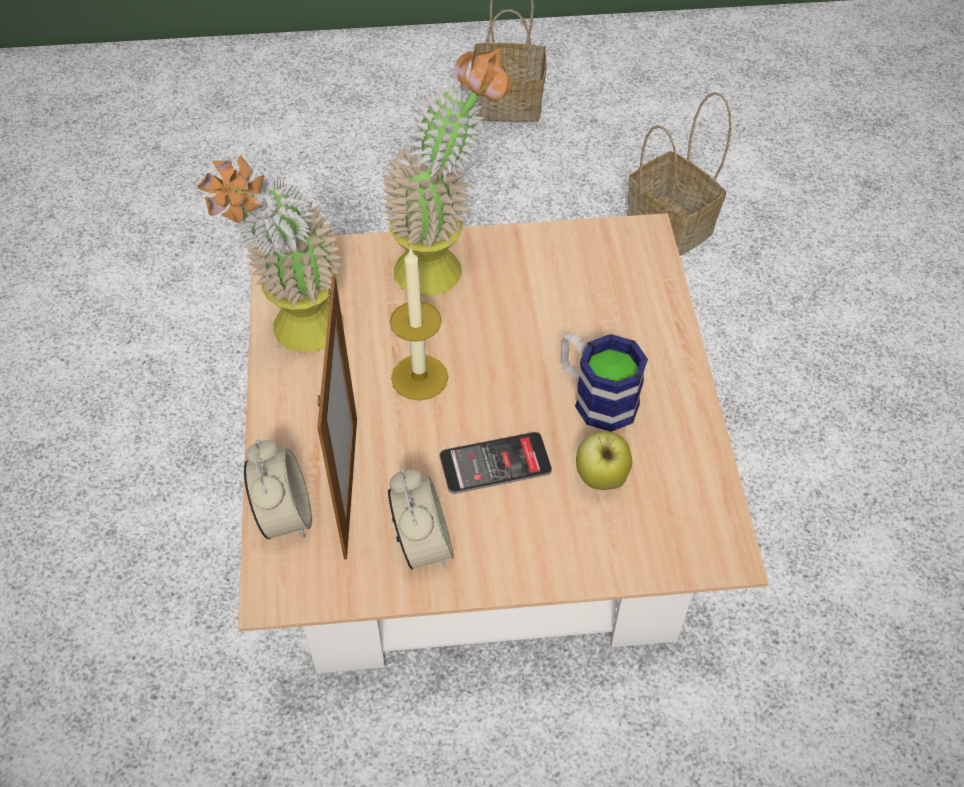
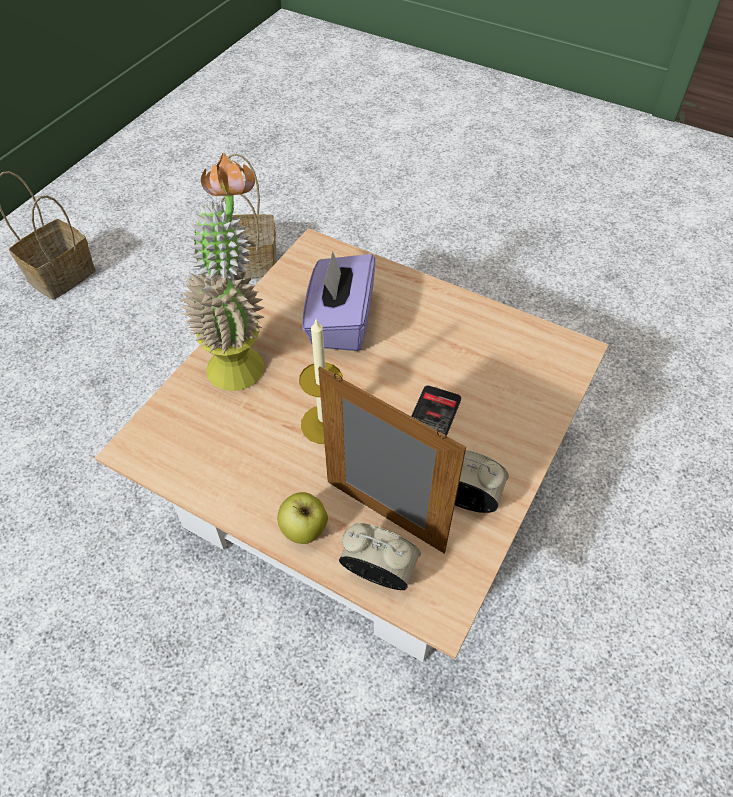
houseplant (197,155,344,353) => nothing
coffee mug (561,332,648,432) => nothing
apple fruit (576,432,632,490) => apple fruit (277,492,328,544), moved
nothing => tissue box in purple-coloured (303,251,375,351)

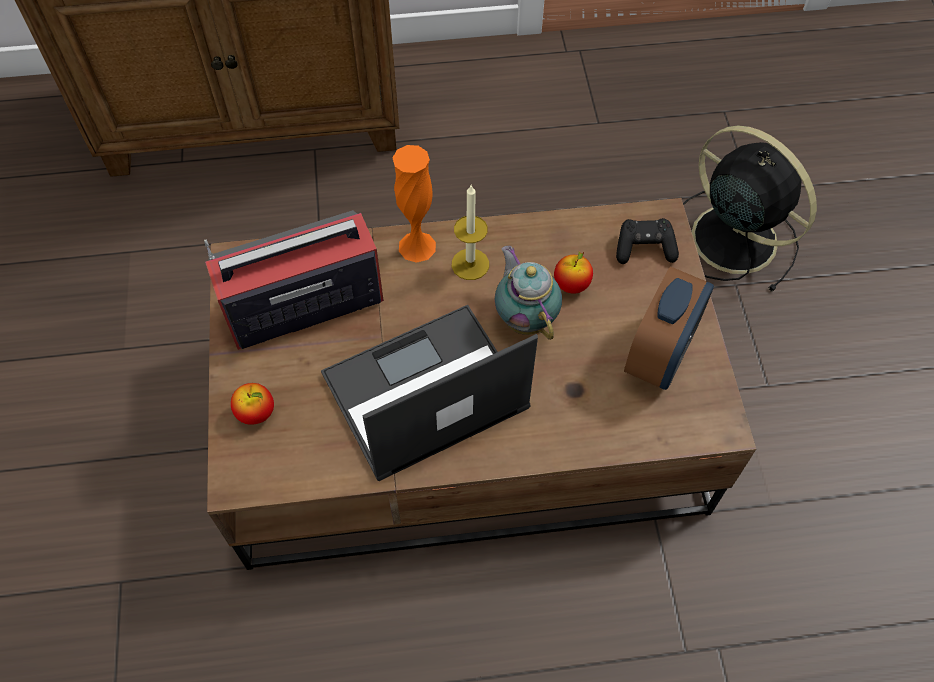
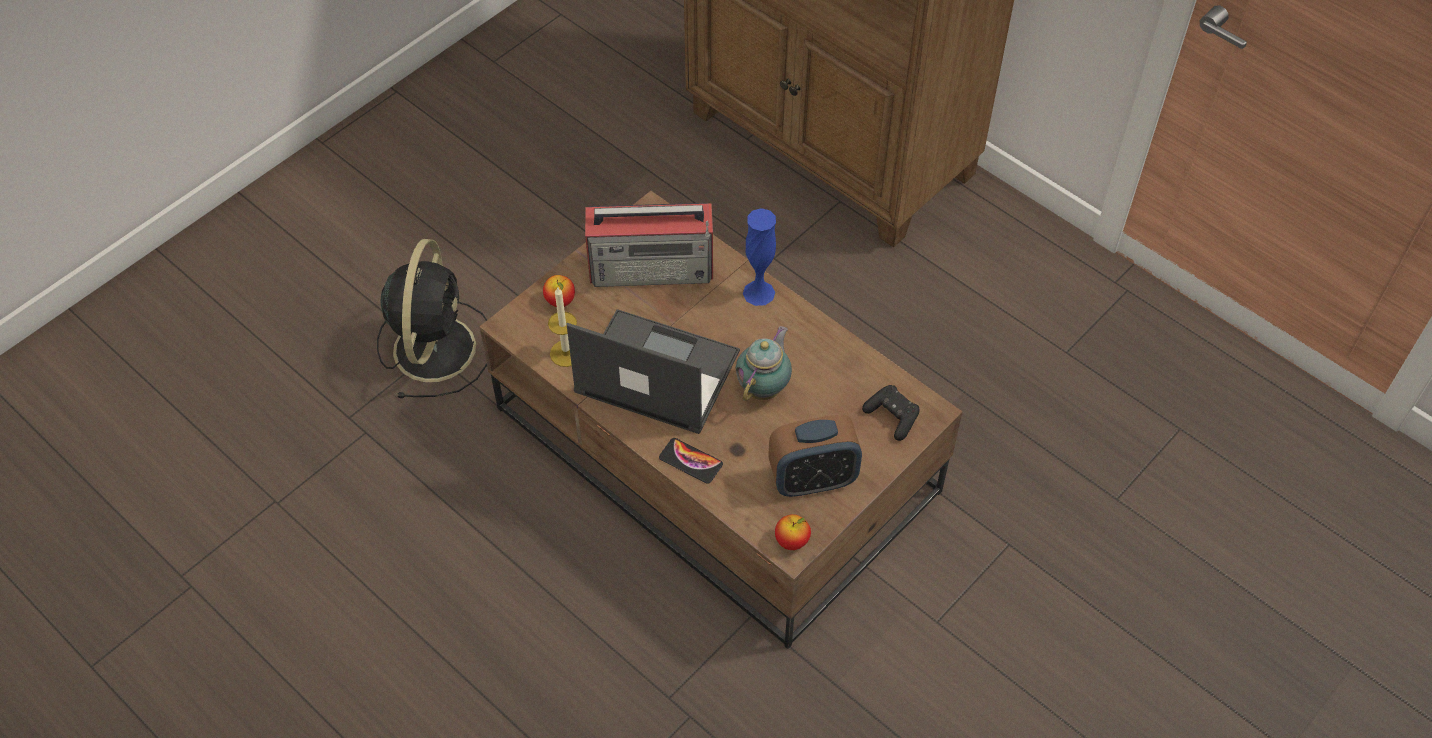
electric fan in black-coloured (683,126,817,292) => electric fan in black-coloured (377,239,487,398), moved
vase in orange-coloured (393,145,436,263) => vase in blue (743,208,776,306)
wax light (452,184,489,280) => wax light (548,288,577,367), moved
radio set (204,210,384,350) => radio set (585,203,713,287), 150 degrees clockwise
apple fruit (554,252,593,294) => apple fruit (775,514,811,550), moved
nothing => telephone (659,438,723,484)

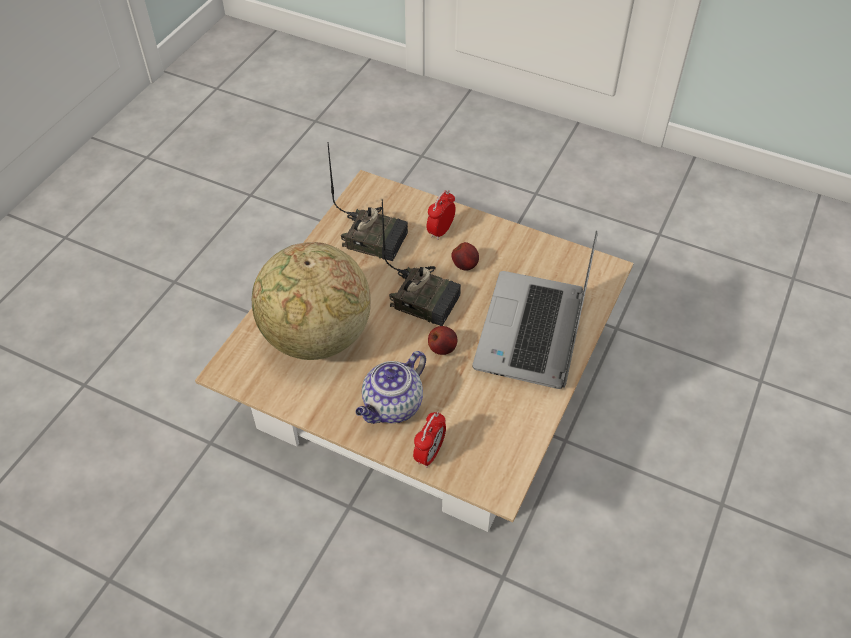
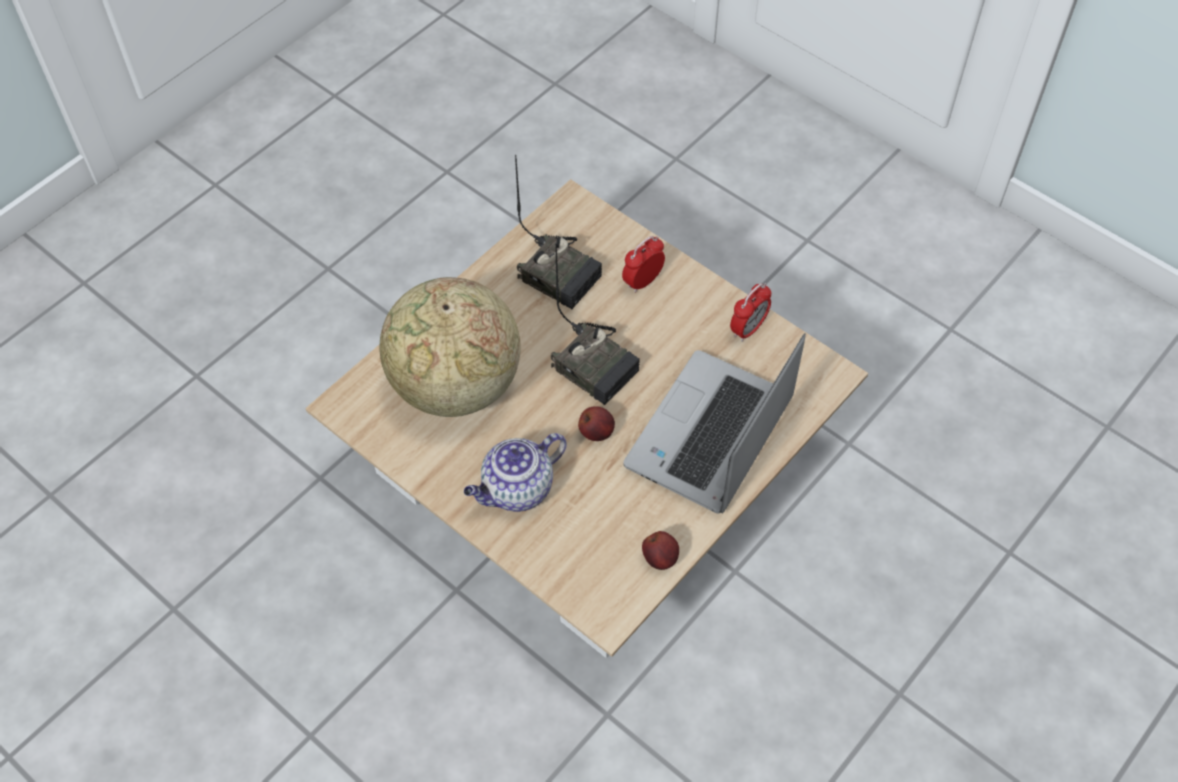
apple fruit (451,242,479,271) => apple fruit (642,531,679,570), moved
bedside clock (413,411,446,468) => bedside clock (730,283,771,342), moved

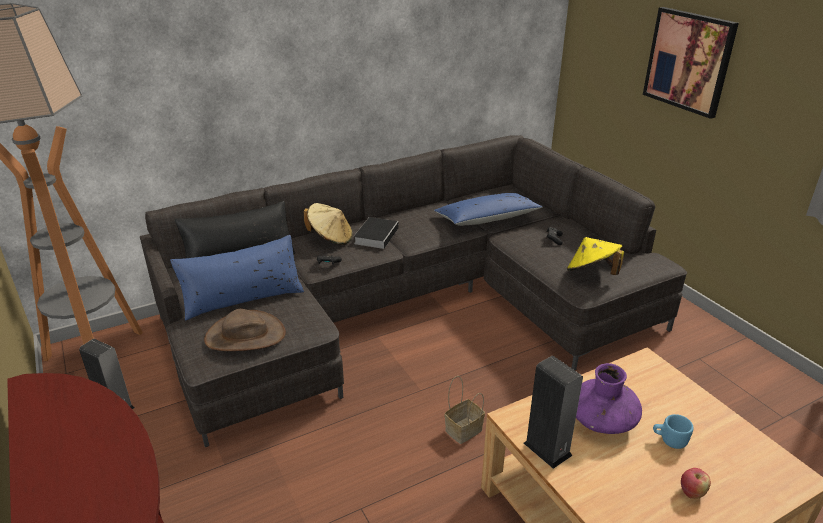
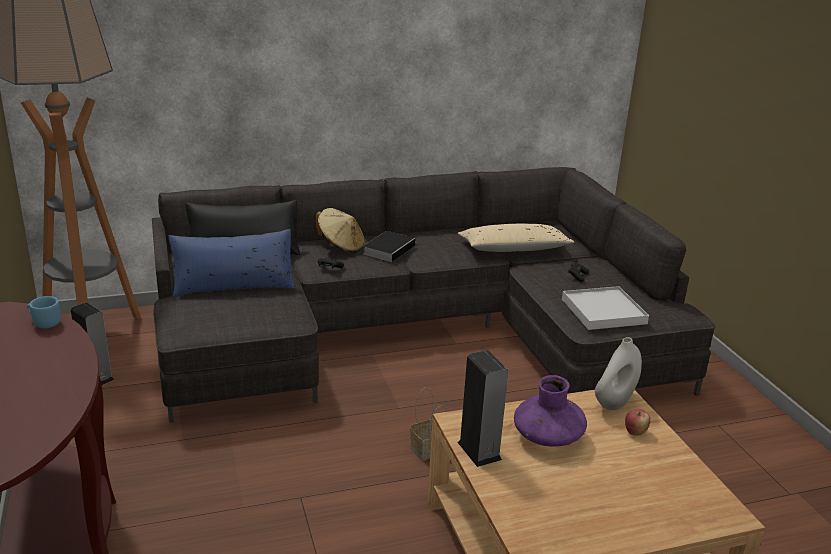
wall art (643,7,739,119) => nothing
pillow in blue (434,193,543,226) => pillow in beige (458,224,574,252)
wearable hat in yellow-coloured (567,237,624,275) => tray in white (562,286,649,330)
wearable hat in brown-coloured (204,309,286,351) => nothing
coffee mug in blue (653,414,694,449) => coffee mug in blue (27,296,61,328), moved
apple fruit (681,468,711,499) => apple fruit (625,409,651,436), moved
nothing => vase in white (595,337,642,410)

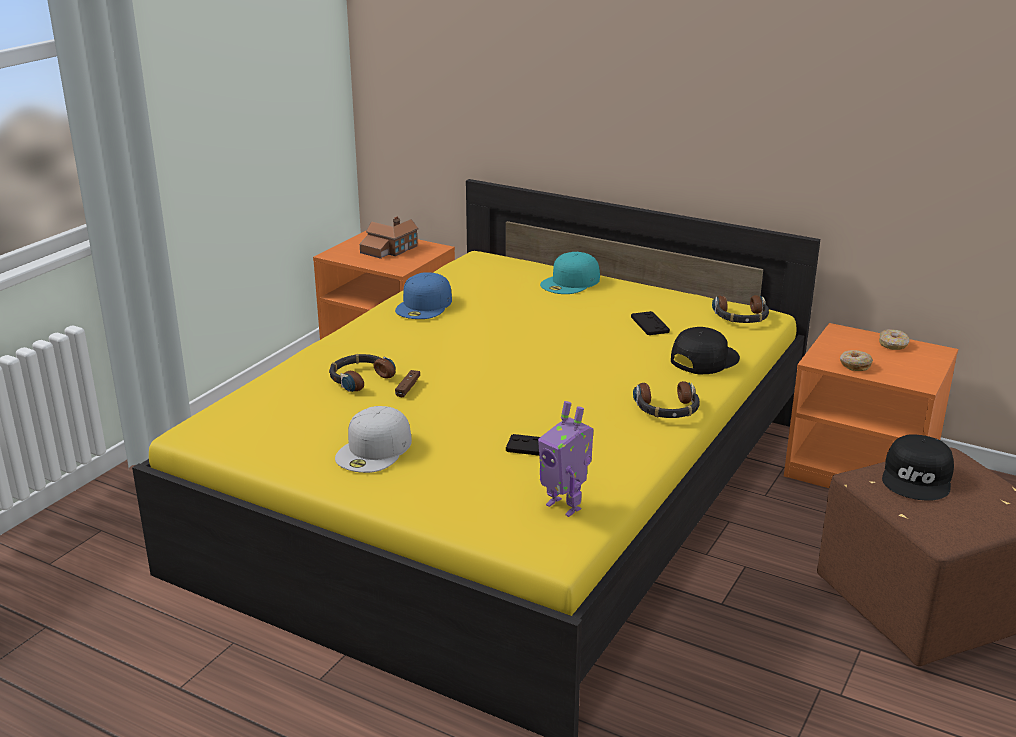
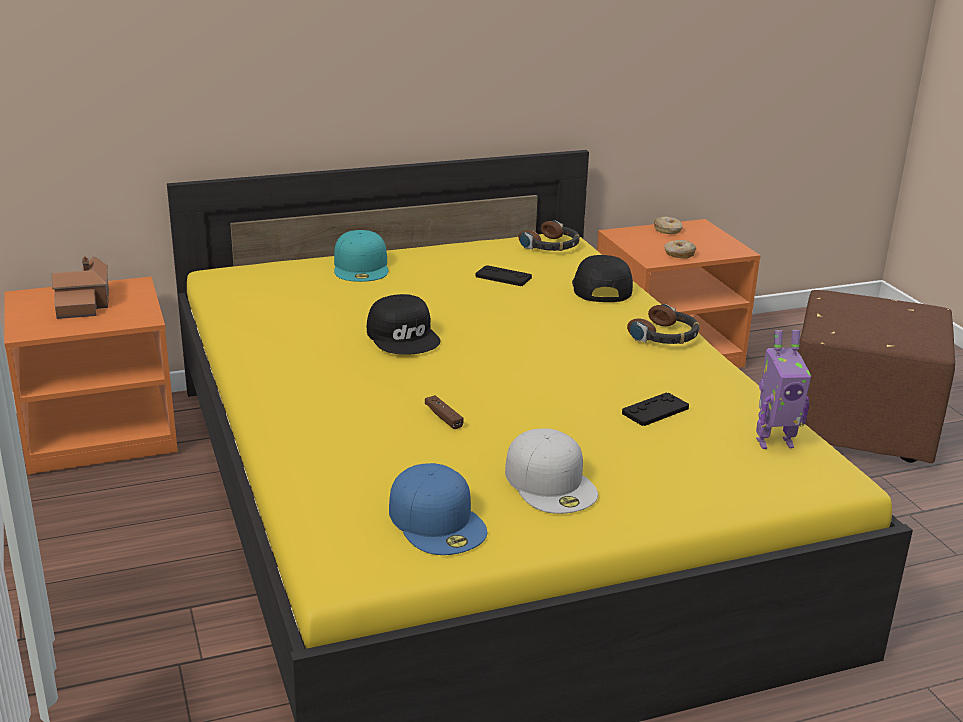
baseball cap in blue (395,272,452,319) => baseball cap in blue (389,463,487,555), moved
headphones (329,354,395,392) => nothing
baseball cap in black-coloured (882,434,954,501) => baseball cap in black-coloured (367,294,440,355), moved

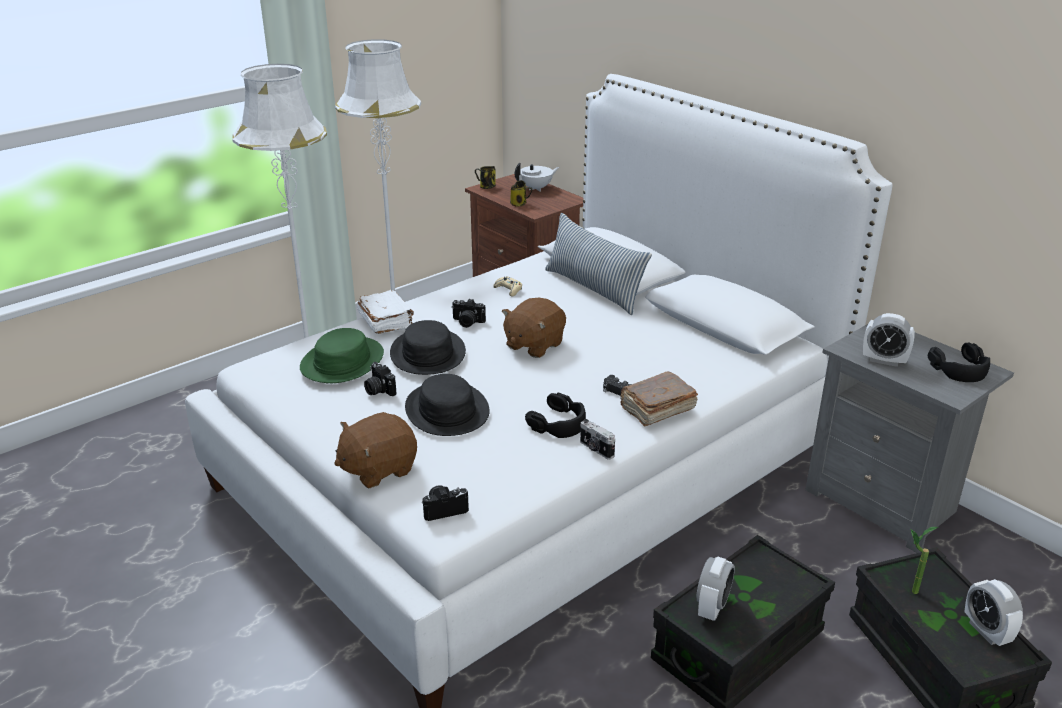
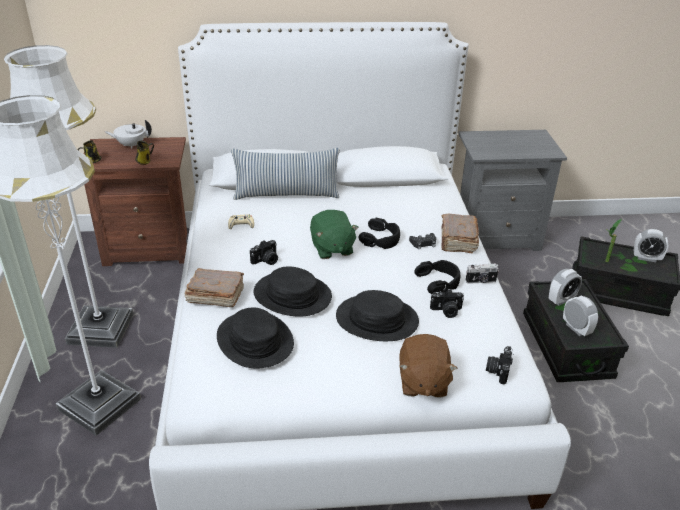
tea pot in white (515,163,559,192) => tea pot in white (105,120,152,149), 105 degrees counterclockwise
bound book in white (357,290,414,334) => bound book in brown-coloured (184,268,244,307)
plush toy in brown-coloured (502,298,566,358) => plush toy in green-coloured (310,210,359,259)
bedside clock (863,313,915,367) => bedside clock (549,269,582,306), moved
wearable hat in green-coloured (300,328,384,383) => wearable hat in black-coloured (217,308,294,369)
headphones in black-coloured (928,342,990,382) => headphones in black-coloured (359,218,400,249), moved
still camera (364,362,396,396) => still camera (430,289,464,318), moved

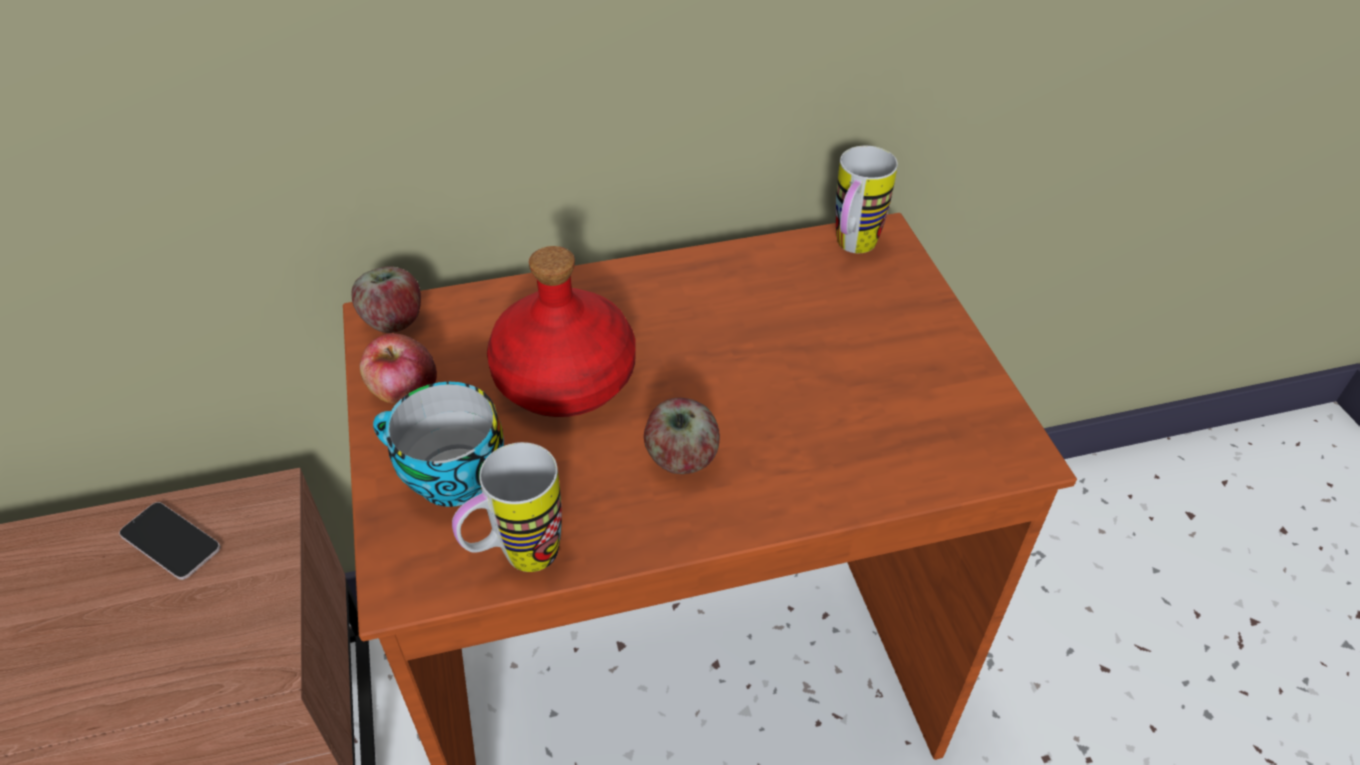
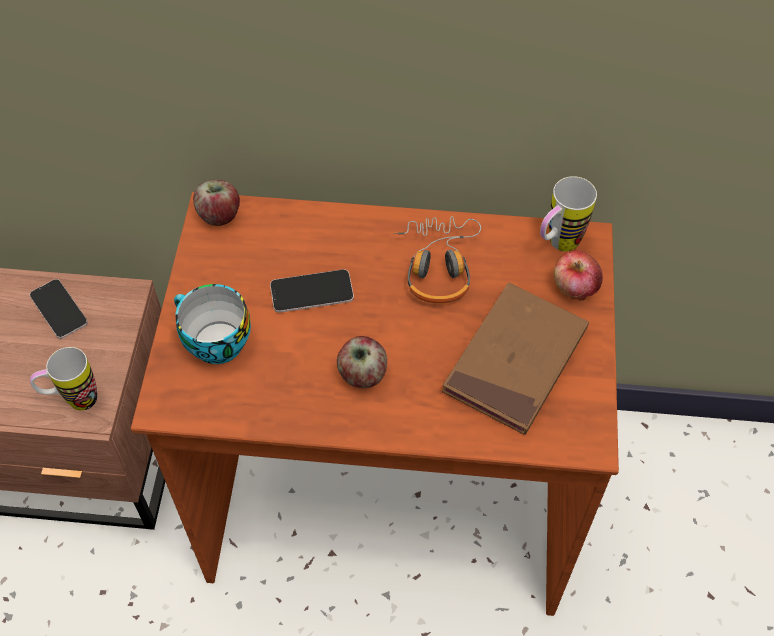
bottle in red (487,246,636,417) => telephone (270,269,354,313)
apple fruit (360,333,437,405) => apple fruit (554,250,603,302), moved
coffee mug (452,442,562,572) => coffee mug (30,347,97,411), moved
nothing => headphones (394,216,481,303)
nothing => bound book in brown-coloured (442,283,589,435)

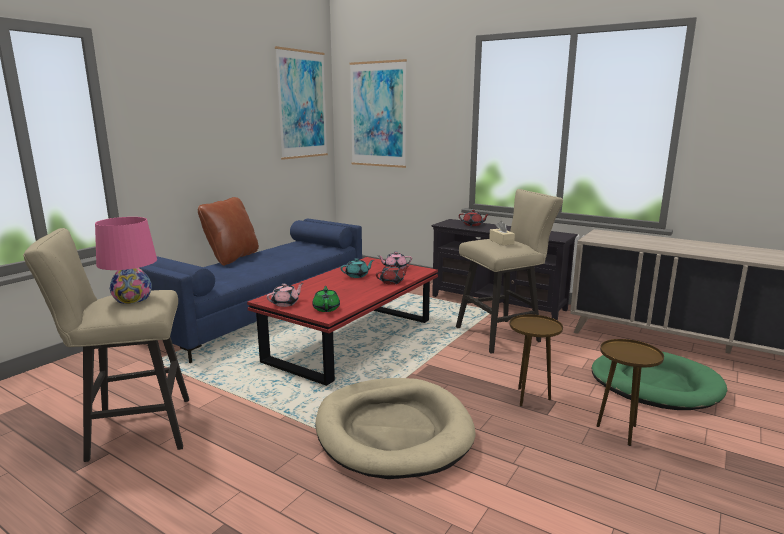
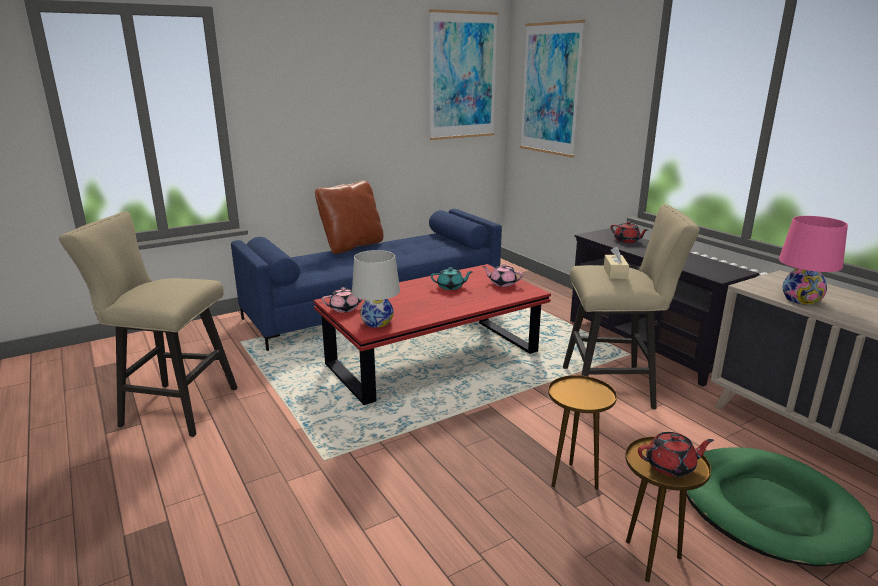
table lamp in pink-coloured (95,217,157,304) => table lamp in pink-coloured (779,216,848,305), moved
tea pot in red (376,264,409,285) => tea pot in red (638,432,714,477), moved
tea pot in green-coloured (312,286,340,312) => table lamp in white (352,250,400,328)
dog cushion in beige (315,378,476,479) => nothing

